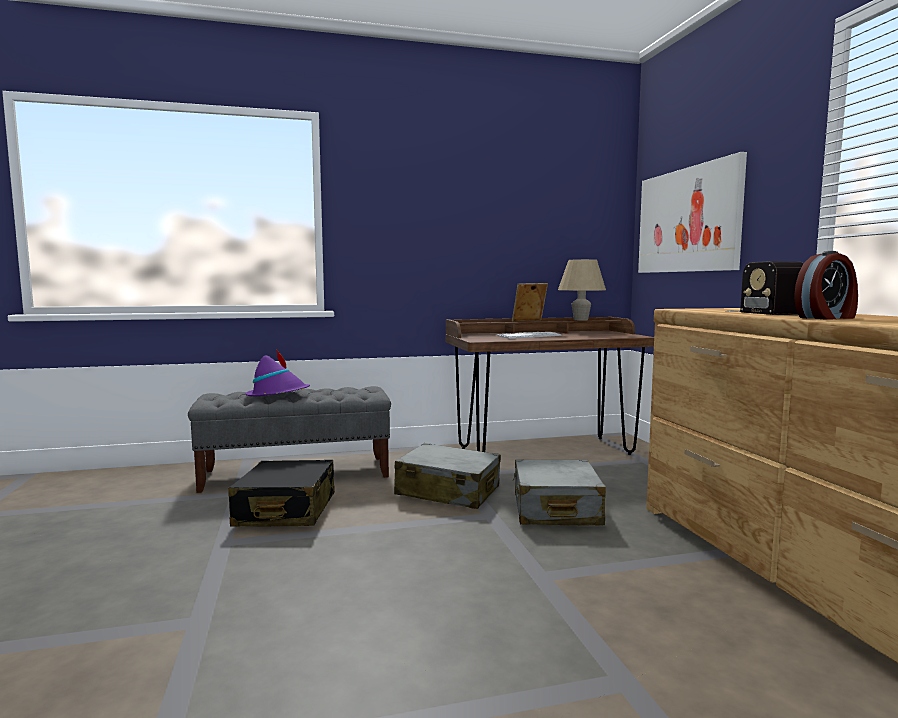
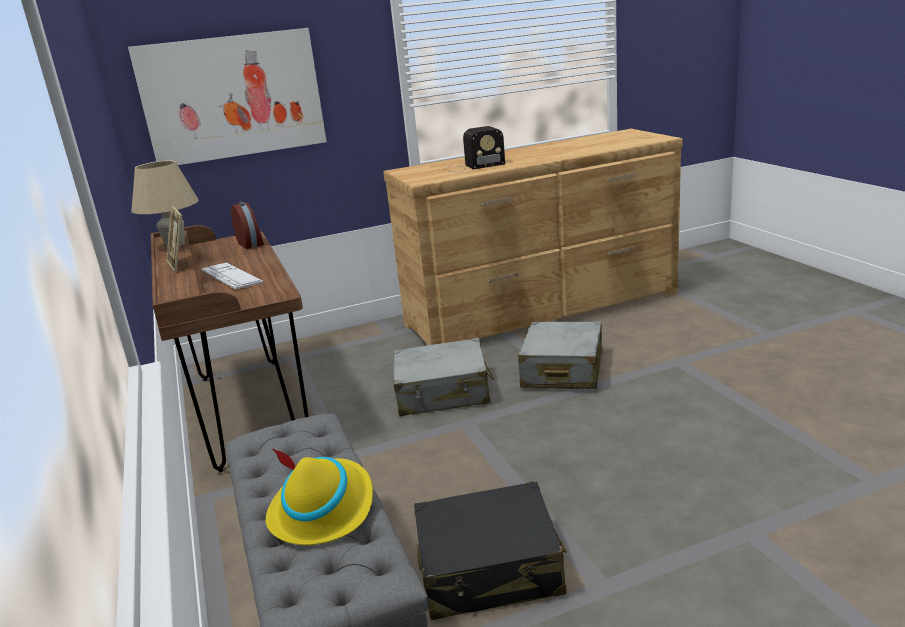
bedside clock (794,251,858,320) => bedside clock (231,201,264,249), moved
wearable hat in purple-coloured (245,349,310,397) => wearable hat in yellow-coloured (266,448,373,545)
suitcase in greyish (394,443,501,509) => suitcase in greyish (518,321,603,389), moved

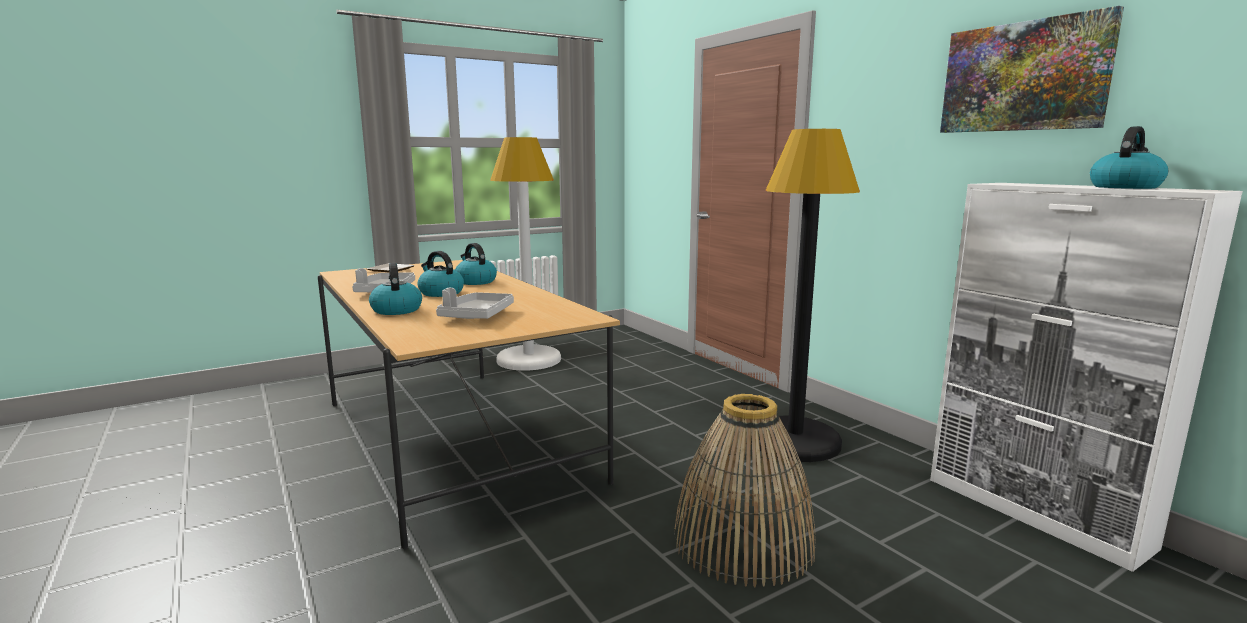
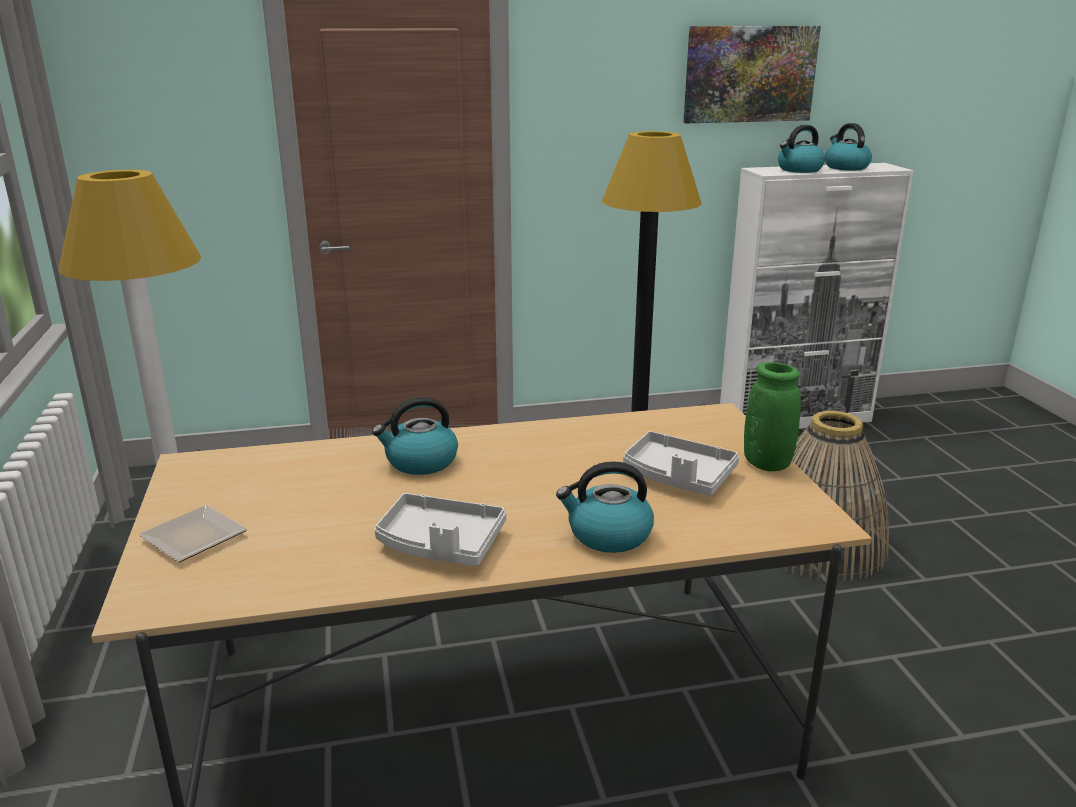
kettle (418,251,464,297) => kettle (778,125,825,173), moved
nothing => vase in green-coloured (744,362,801,471)

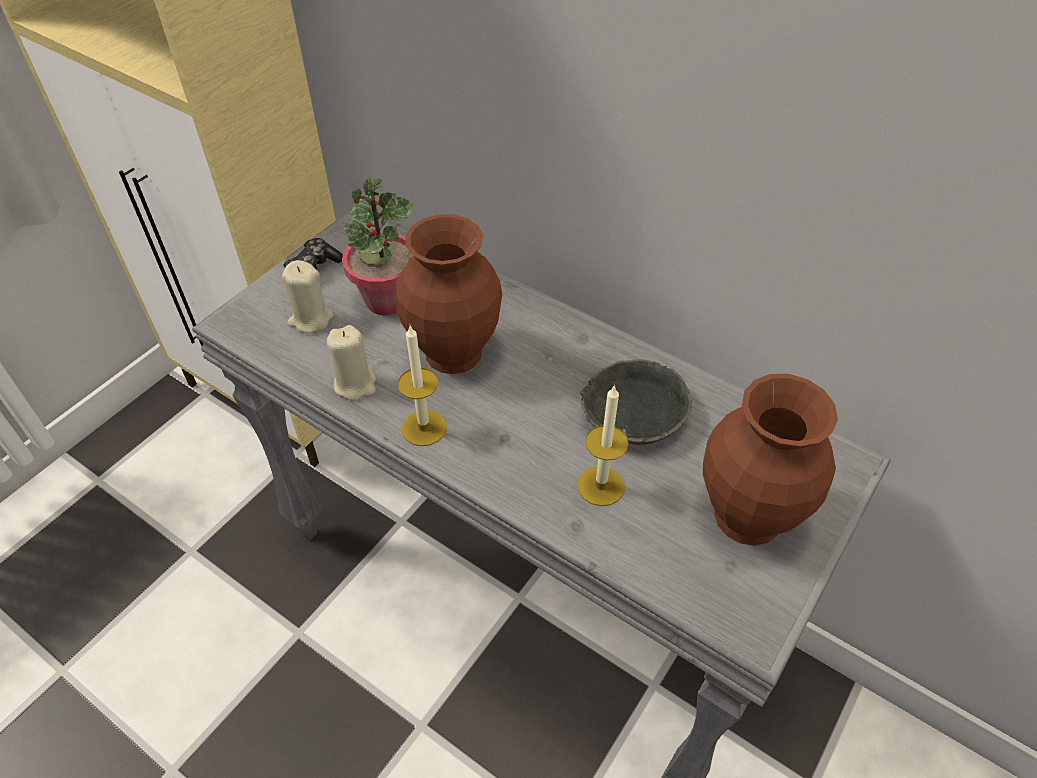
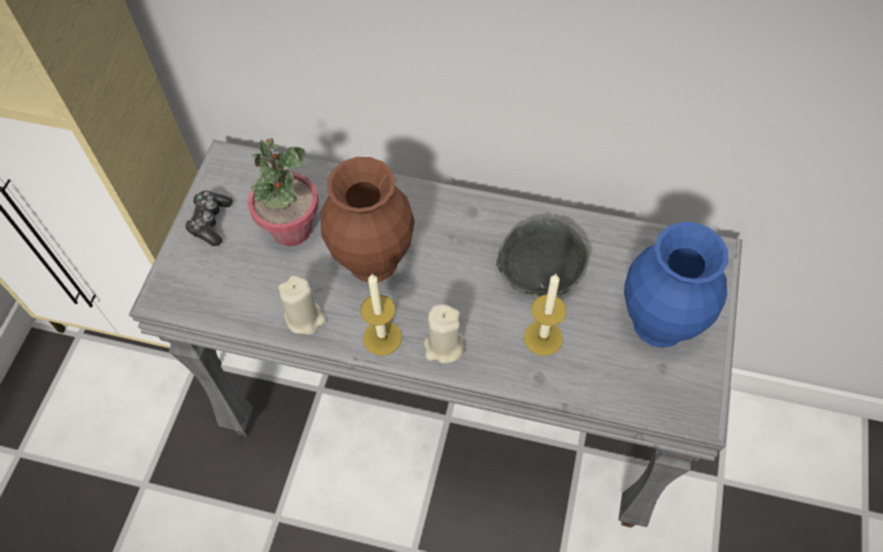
wax light in beige (282,260,333,333) => wax light in beige (423,304,464,364), moved
vase in brown-coloured (703,374,838,546) => vase in blue (624,222,728,348)

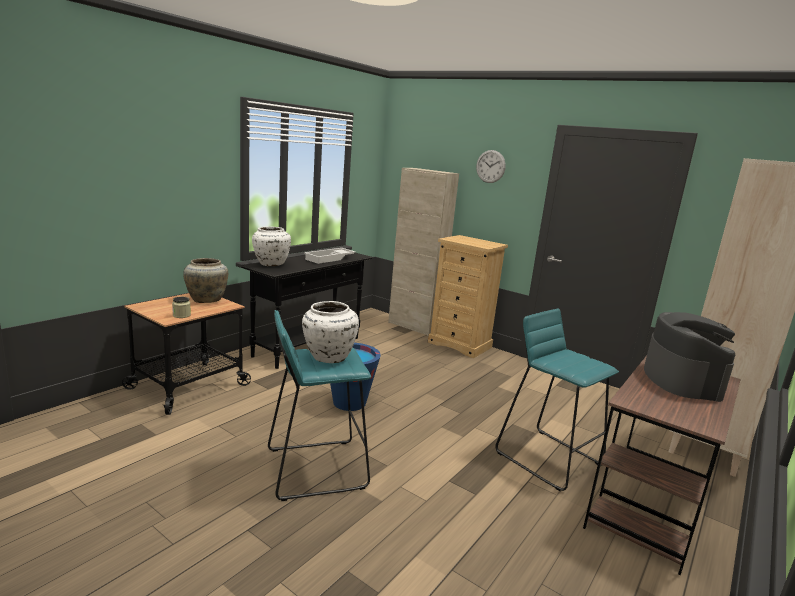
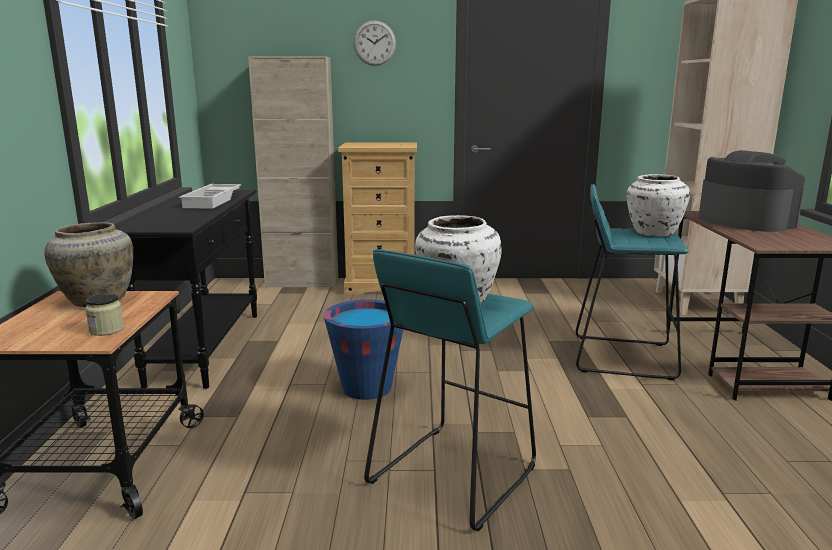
vase in white (252,226,291,266) => vase in white (627,174,690,236), moved

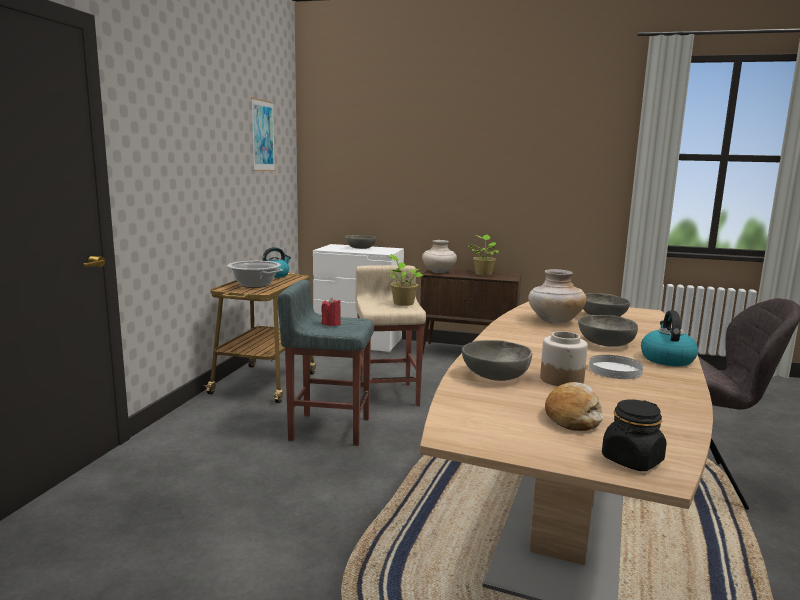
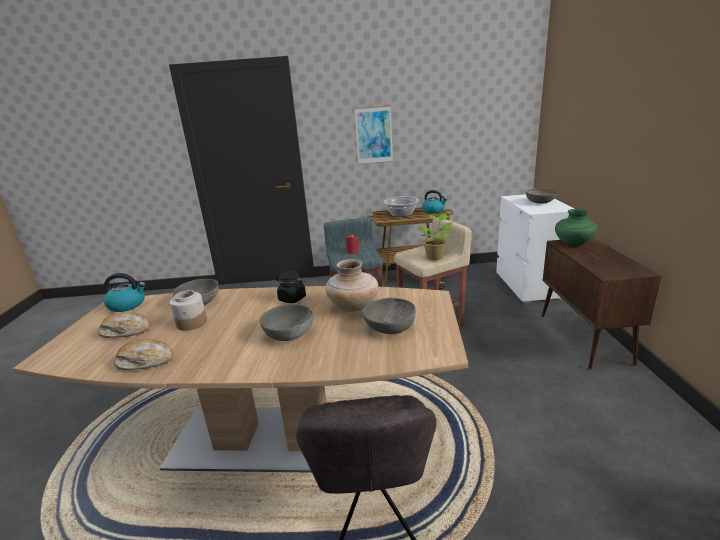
wall art (251,97,275,171) => wall art (355,105,393,165), moved
houseplant (469,235,498,276) => nothing
vase in beige (422,240,457,273) => vase in green-coloured (555,209,597,246)
kettle (641,311,698,366) => kettle (104,273,146,312), moved
flat dish in white (589,355,643,379) => nothing
storage jar in black-coloured (602,399,667,471) => storage jar in black-coloured (277,271,306,303), moved
nothing => bread (114,339,173,370)

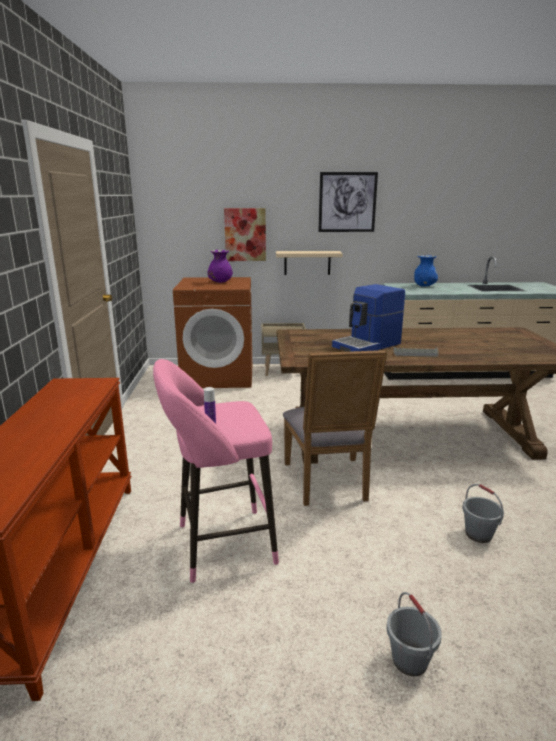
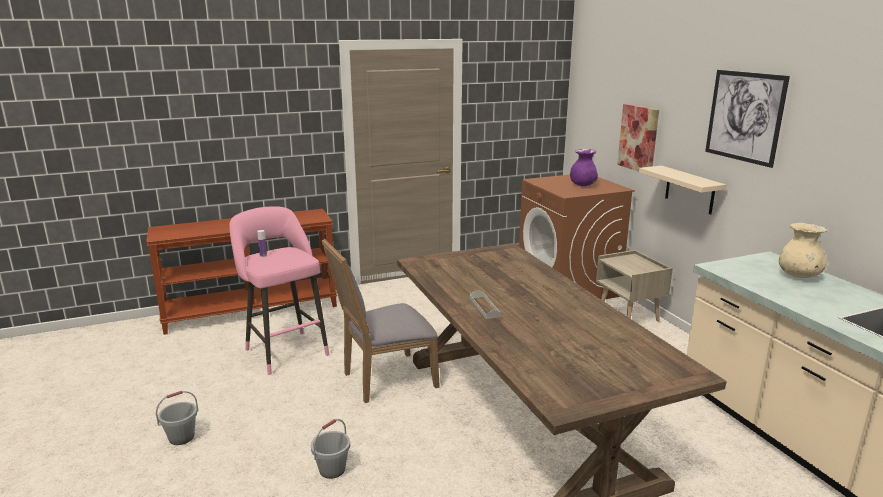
vase in blue (414,255,438,286) => vase in beige (779,223,827,278)
coffee brewer (332,284,405,352) => nothing

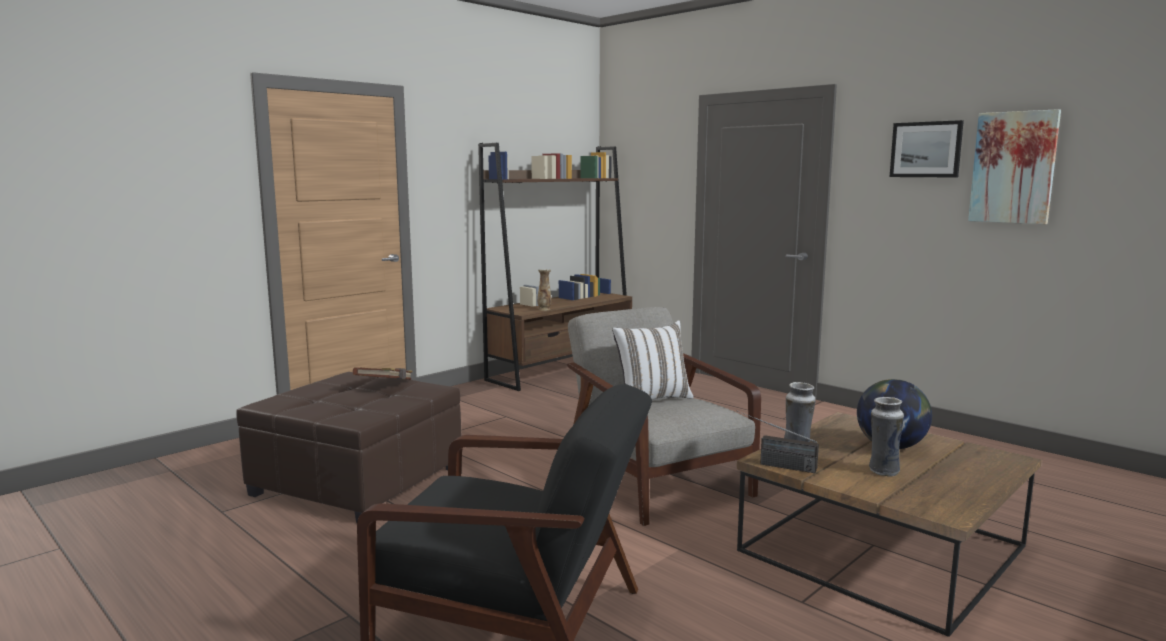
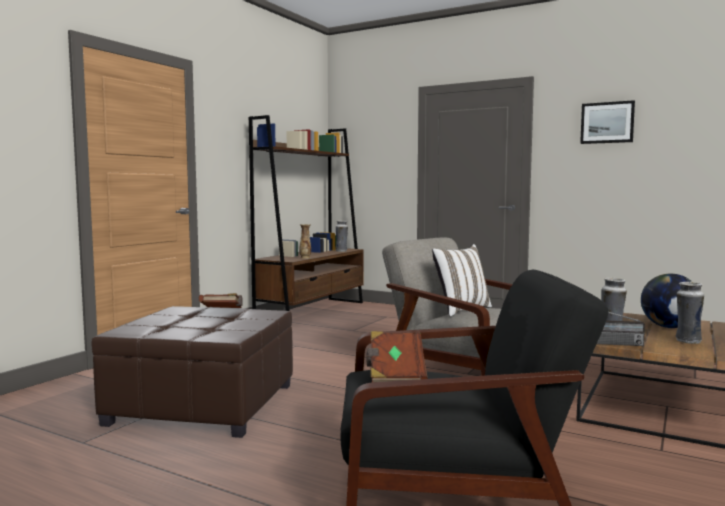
wall art (968,109,1061,224) => nothing
nothing => vase (335,220,348,252)
nothing => bound book in brown-coloured (366,331,428,382)

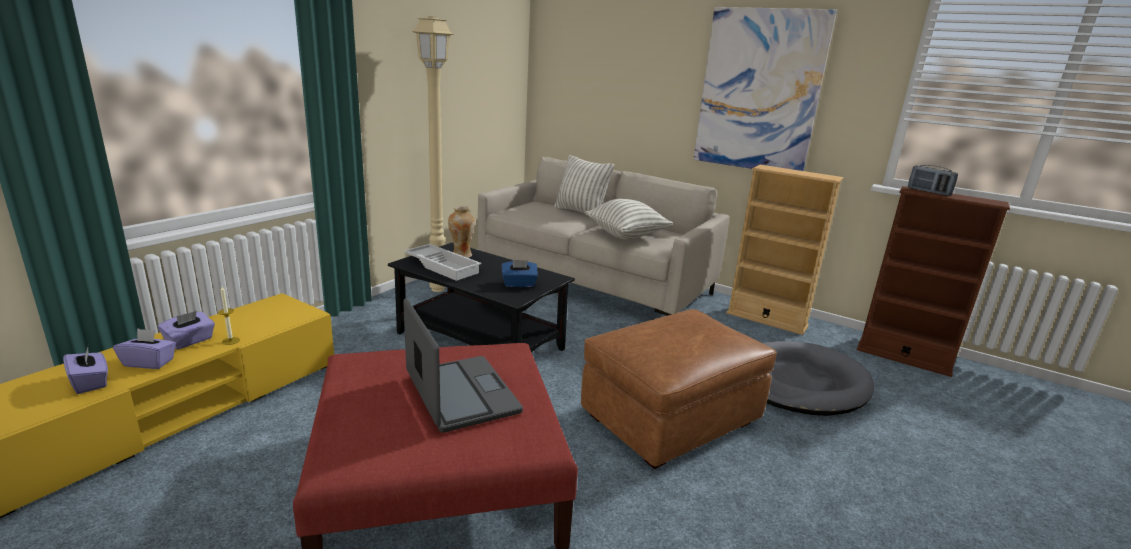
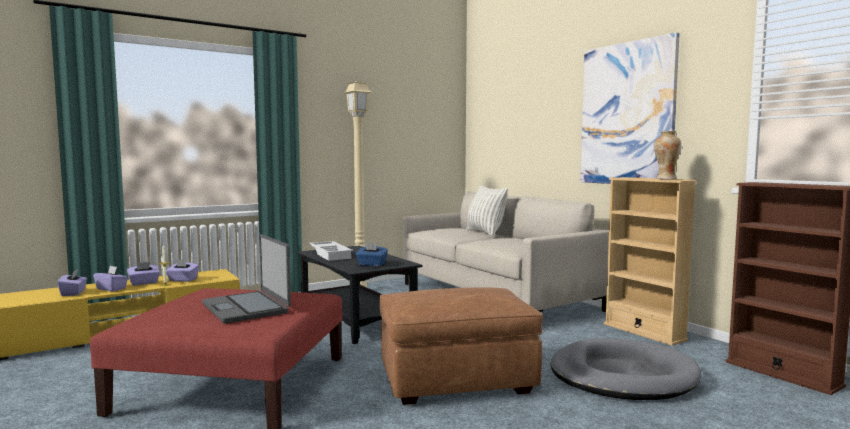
radio set (908,165,958,196) => nothing
pillow (584,199,673,240) => nothing
vase (448,206,475,258) => vase (654,131,682,179), moved
laptop (403,298,523,433) => laptop (202,234,291,324), 150 degrees clockwise
nothing => tissue box in purple-coloured (166,260,199,282)

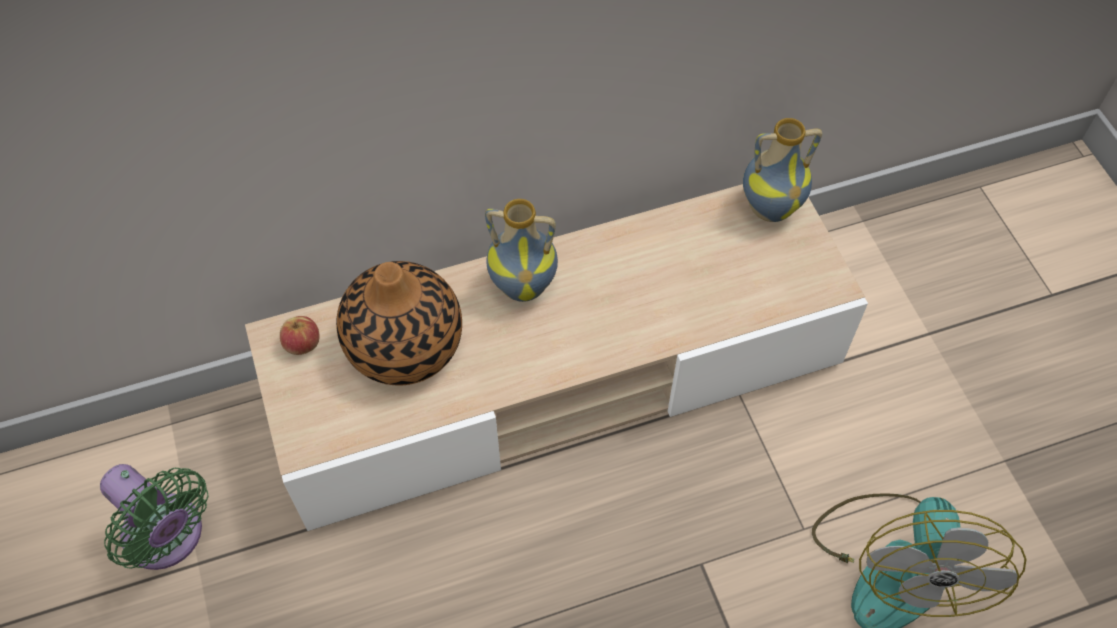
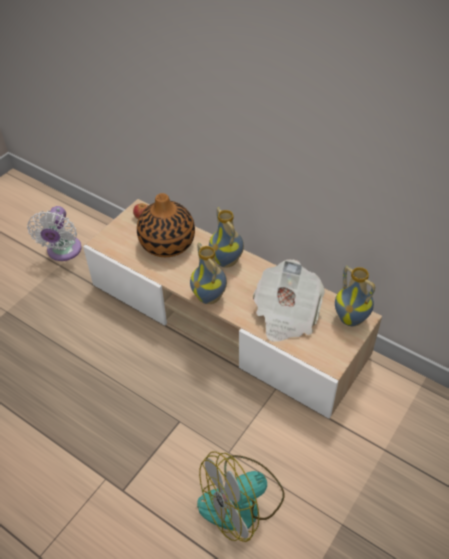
electric fan in green-coloured (100,464,208,570) => electric fan in white (27,206,82,261)
nothing => vase (190,243,227,304)
nothing => daily paper (253,259,325,342)

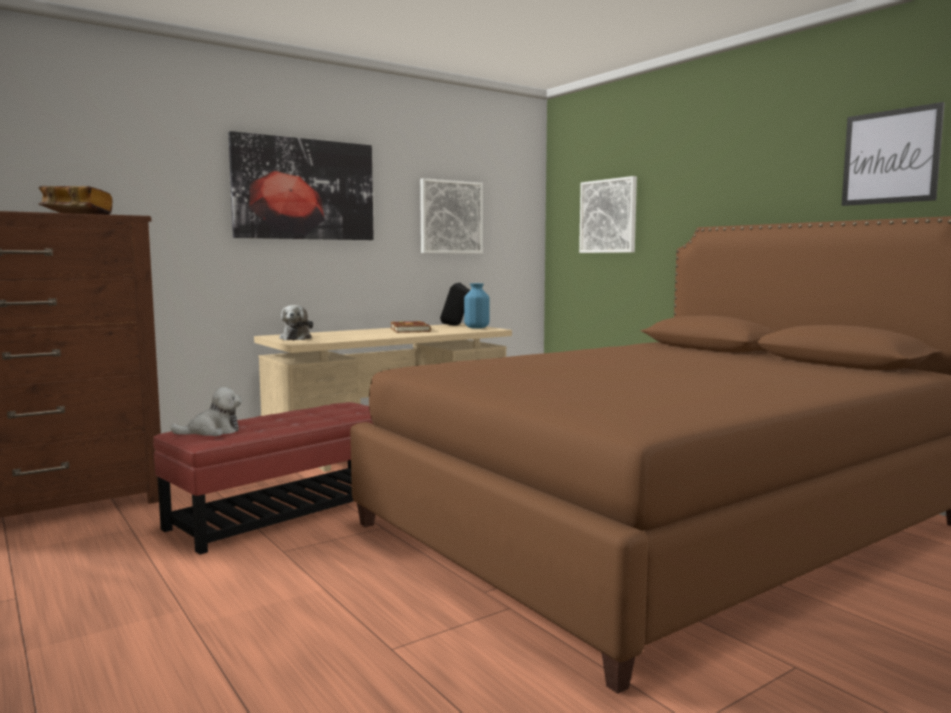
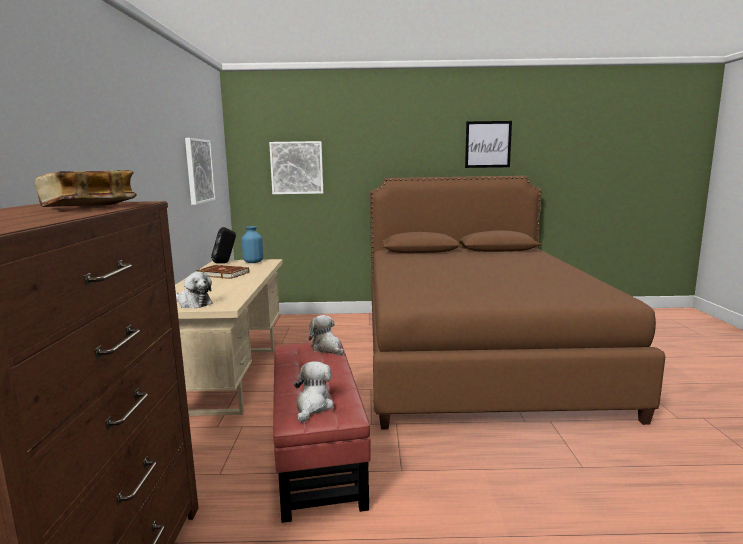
wall art (228,131,374,240) => nothing
nothing => plush toy (309,315,344,355)

